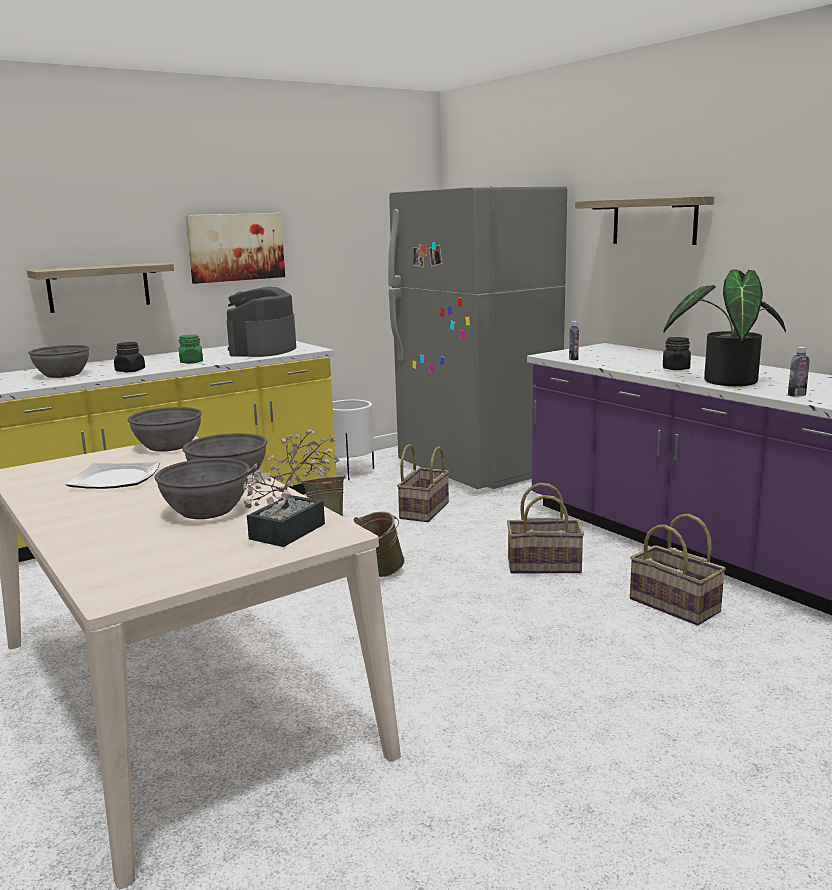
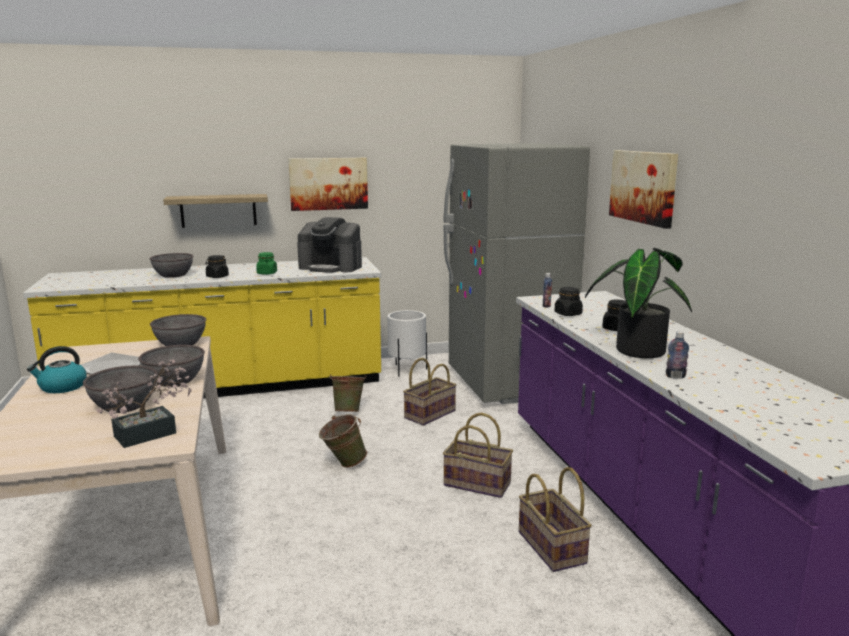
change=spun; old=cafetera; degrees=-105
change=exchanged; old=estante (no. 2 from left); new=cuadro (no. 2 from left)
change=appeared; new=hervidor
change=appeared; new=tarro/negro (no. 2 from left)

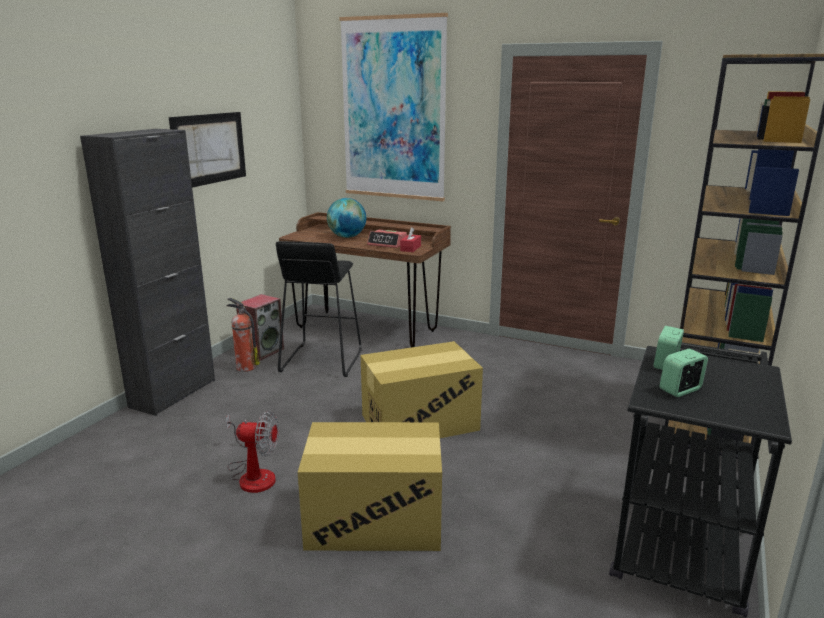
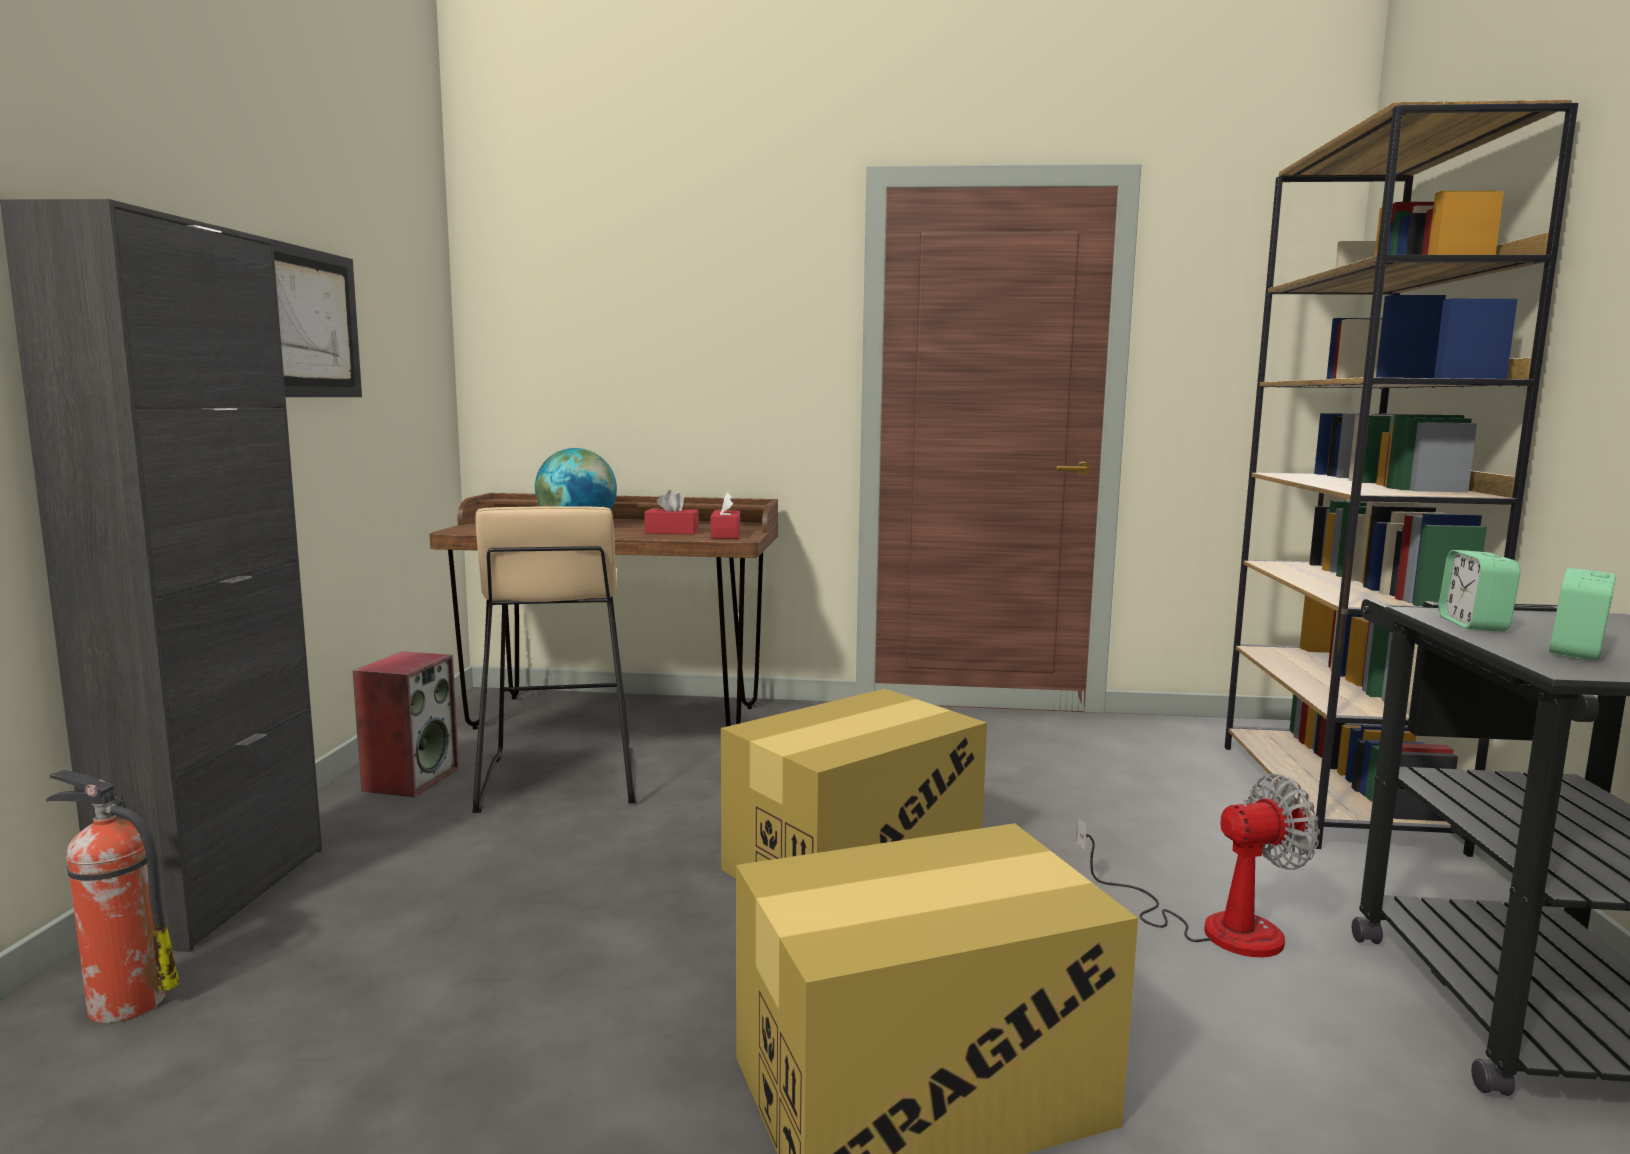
change=relocated; old=ventilador
change=relocated; old=extintor
change=colour; old=taburete/negro; new=taburete/beis
change=missing; old=cuadro (no. 2 from left)
change=exchanged; old=despertador (no. 1 from left); new=caja de pañuelos/rojo (no. 1 from left)

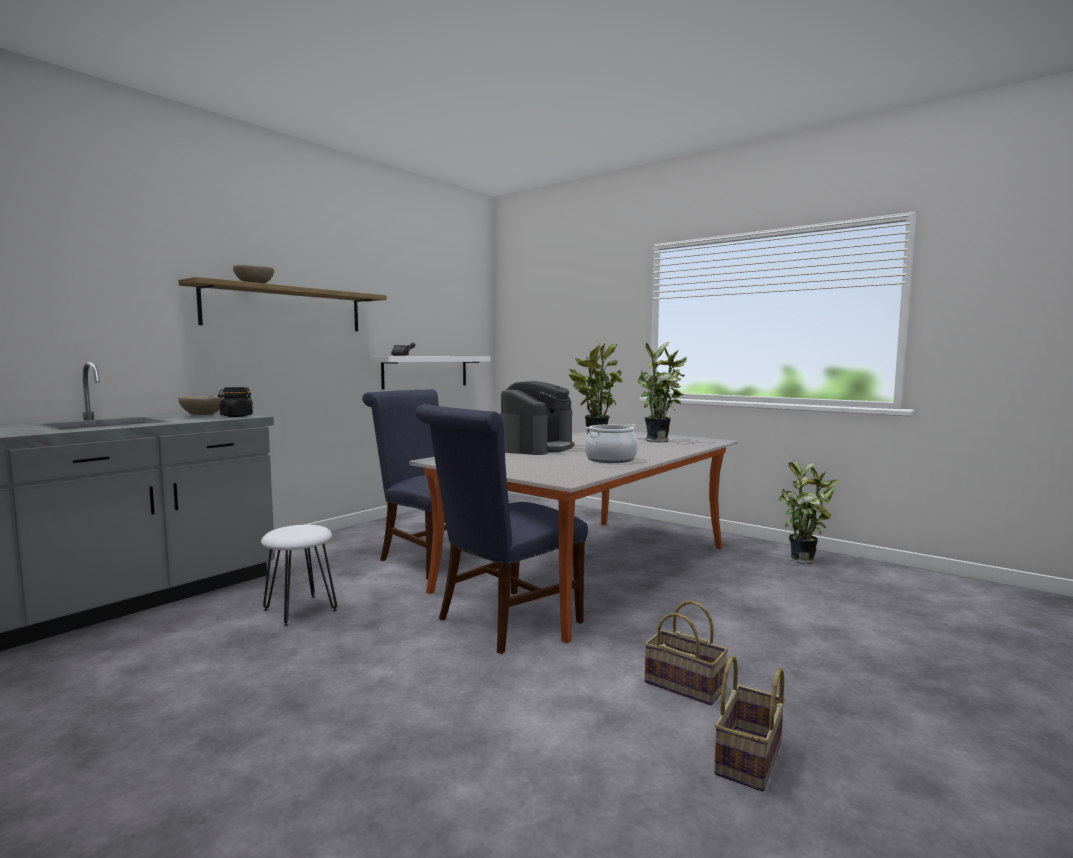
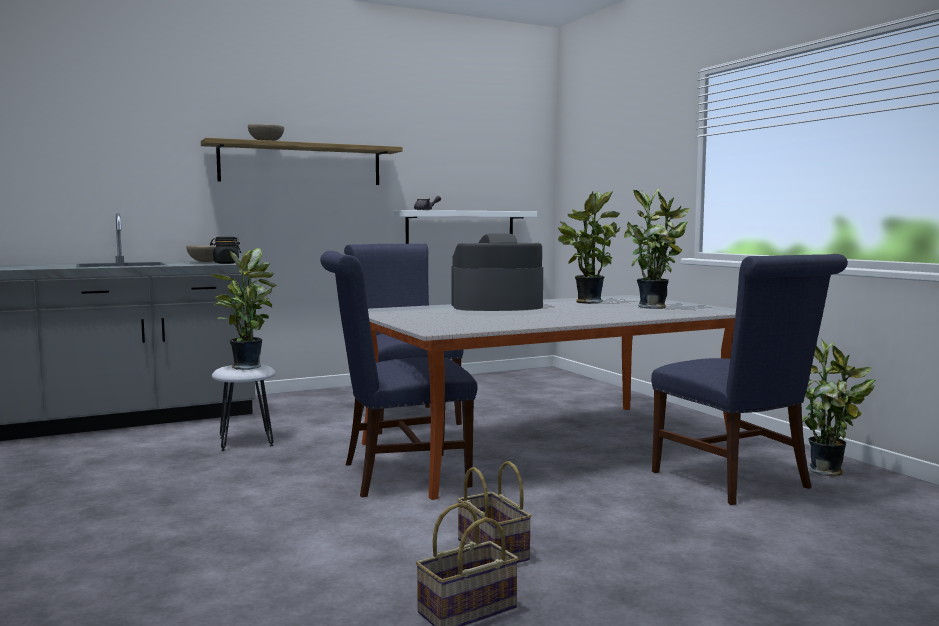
change=spun; old=cafetera; degrees=-150
change=missing; old=olla
change=appeared; new=planta en maceta (no. 1 from left)
change=appeared; new=silla/azul (no. 3 from left)

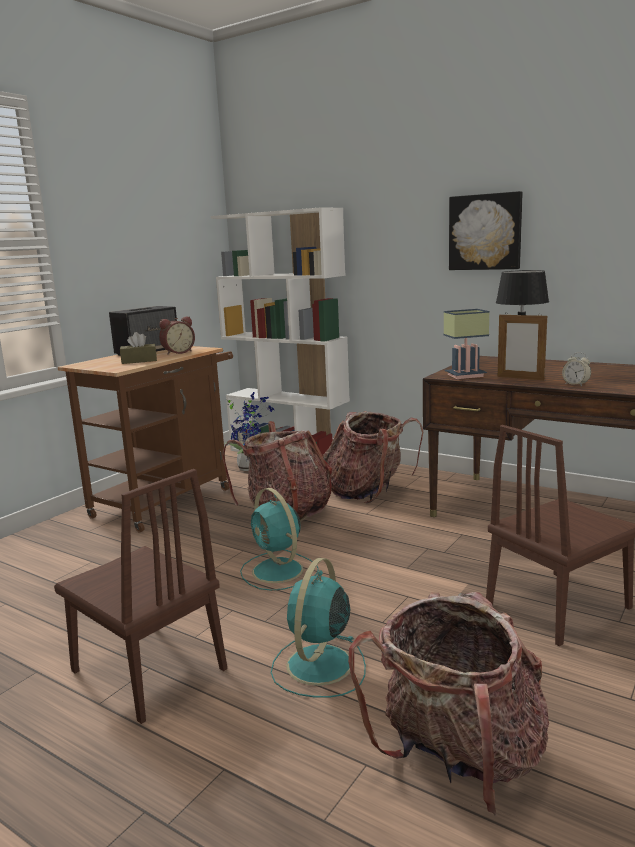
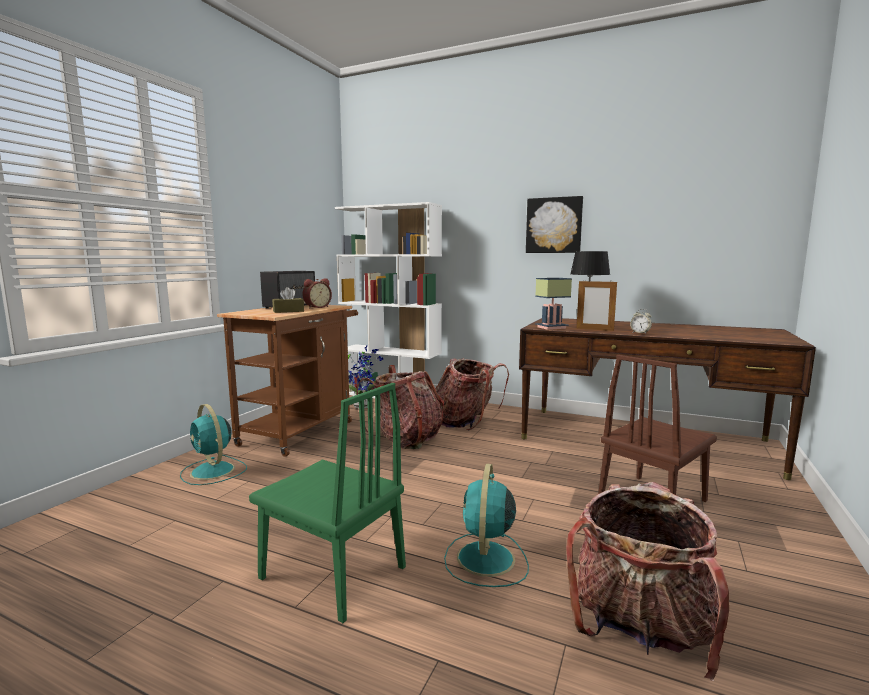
change=colour; old=silla/marrón (no. 1 from left); new=silla/verde
change=relocated; old=ventilador/turquesa (no. 1 from left)

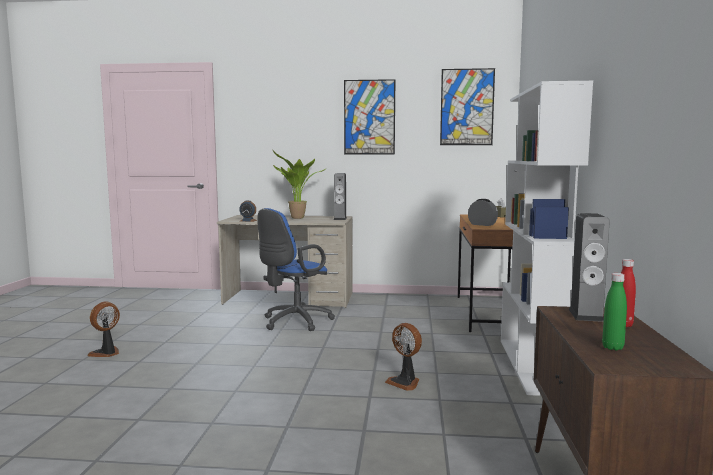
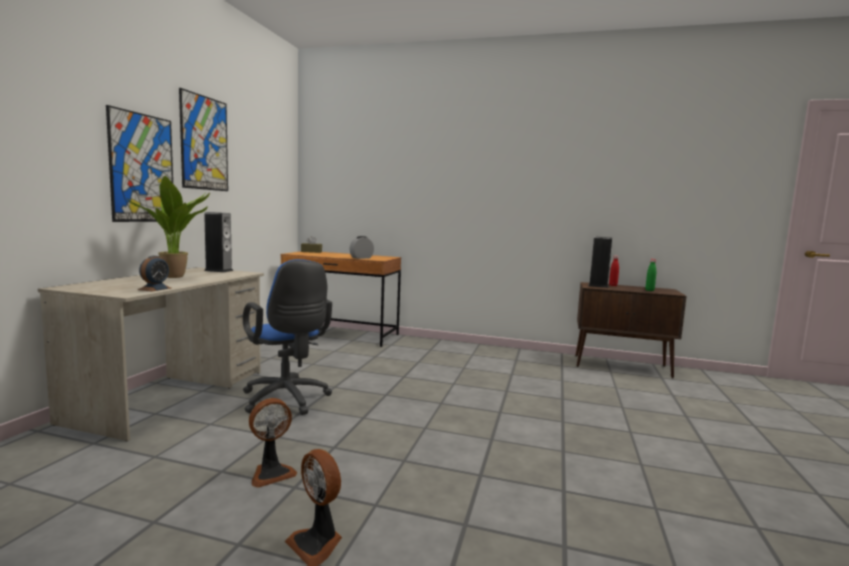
change=relocated; old=ventilador (no. 2 from left in the first image); new=ventilador (no. 1 from left)
change=relocated; old=cuadro (no. 2 from left in the first image); new=cuadro (no. 1 from left)
change=missing; old=estantería/blanco

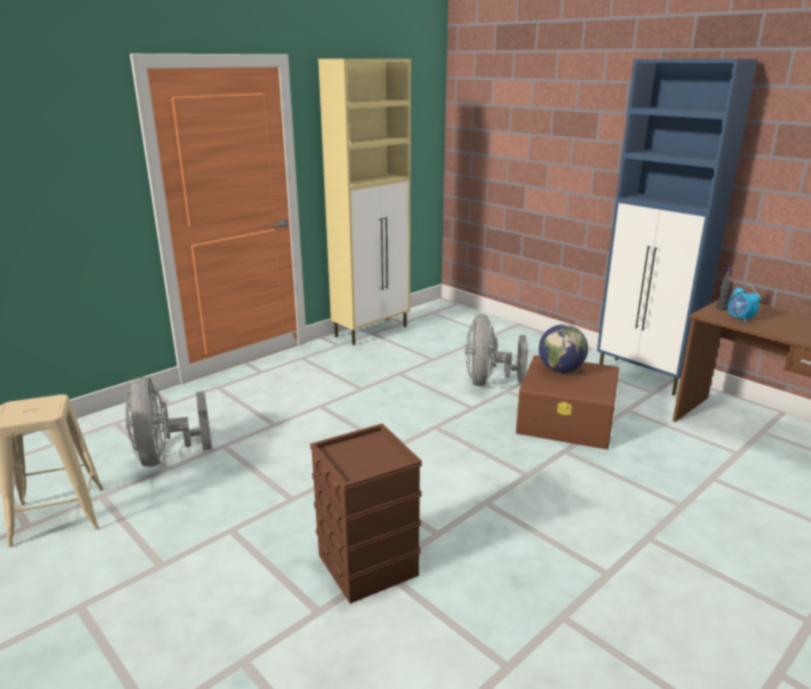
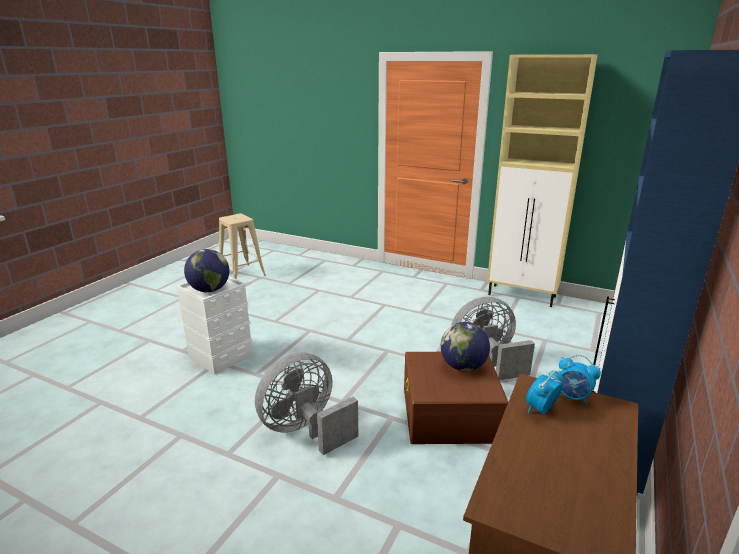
change=relocated; old=ventilador/gris (no. 1 from left)
change=colour; old=caja de almacenaje/marrón (no. 1 from left); new=caja de almacenaje/blanco
change=exchanged; old=botella/negro; new=despertador (no. 2 from left)
change=appeared; new=globo terráqueo (no. 1 from left)

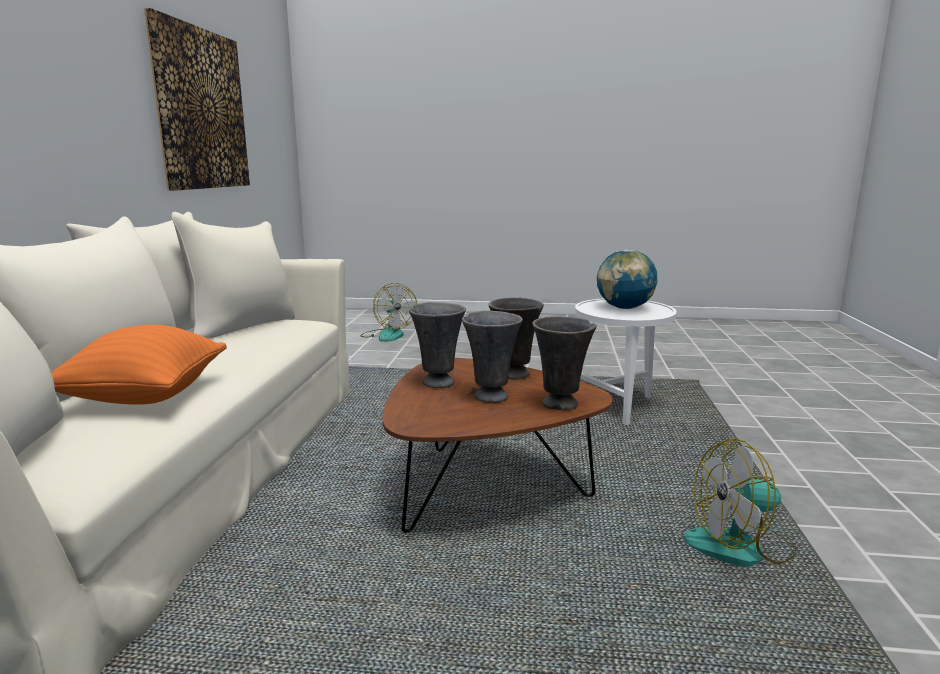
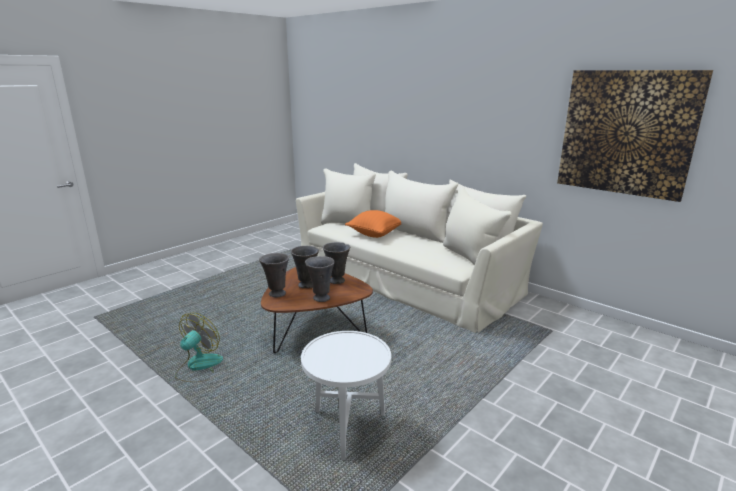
change=missing; old=ventilador (no. 1 from left)
change=missing; old=globo terráqueo

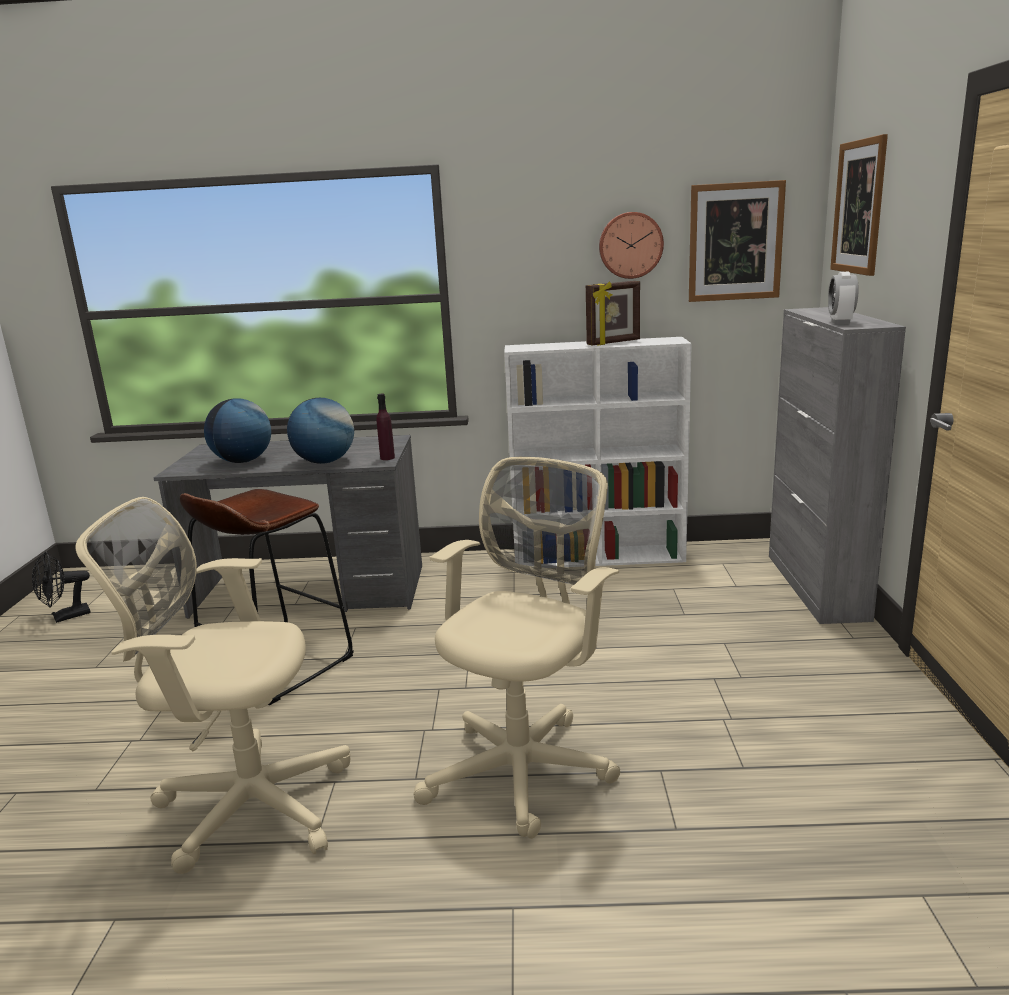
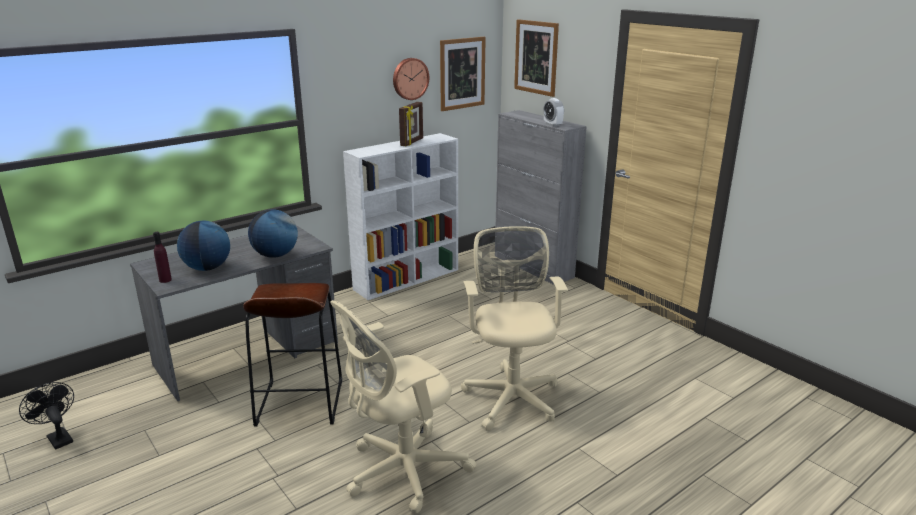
change=spun; old=ventilador/negro; degrees=120
change=relocated; old=botella/morado

